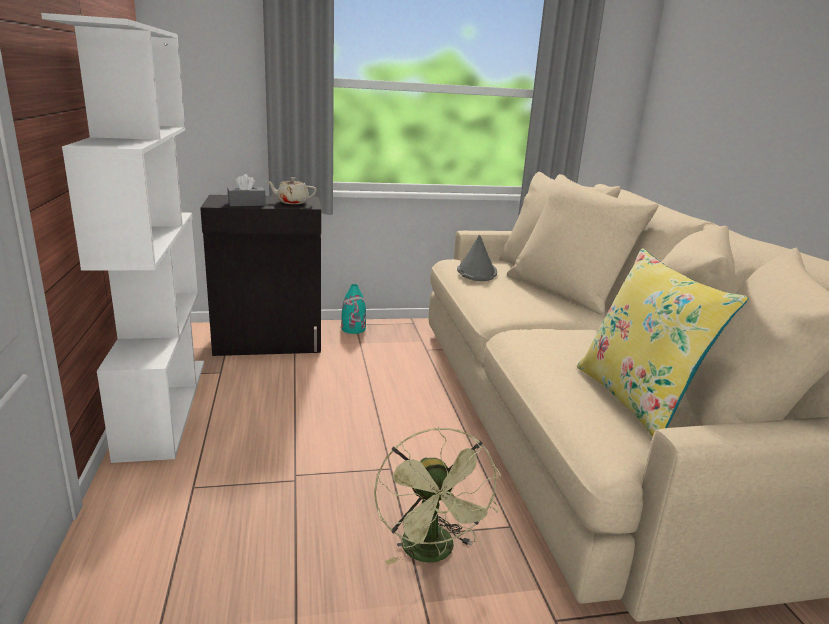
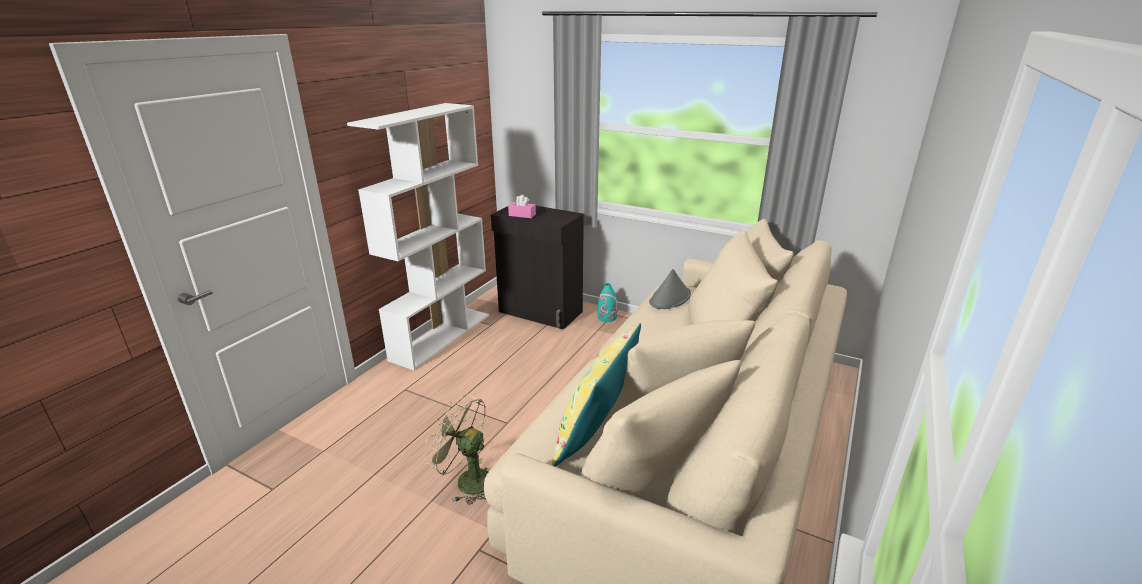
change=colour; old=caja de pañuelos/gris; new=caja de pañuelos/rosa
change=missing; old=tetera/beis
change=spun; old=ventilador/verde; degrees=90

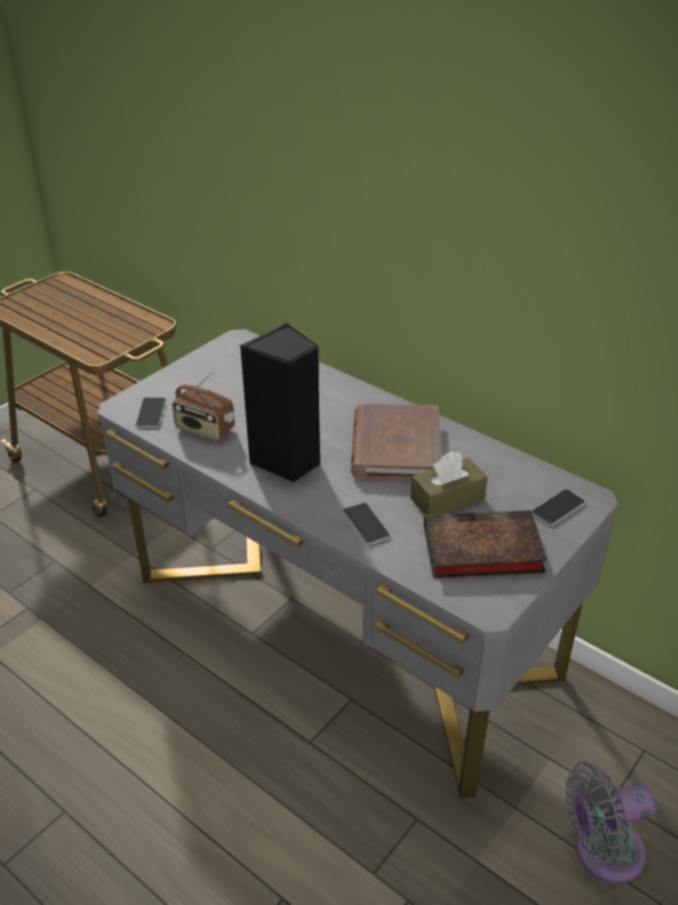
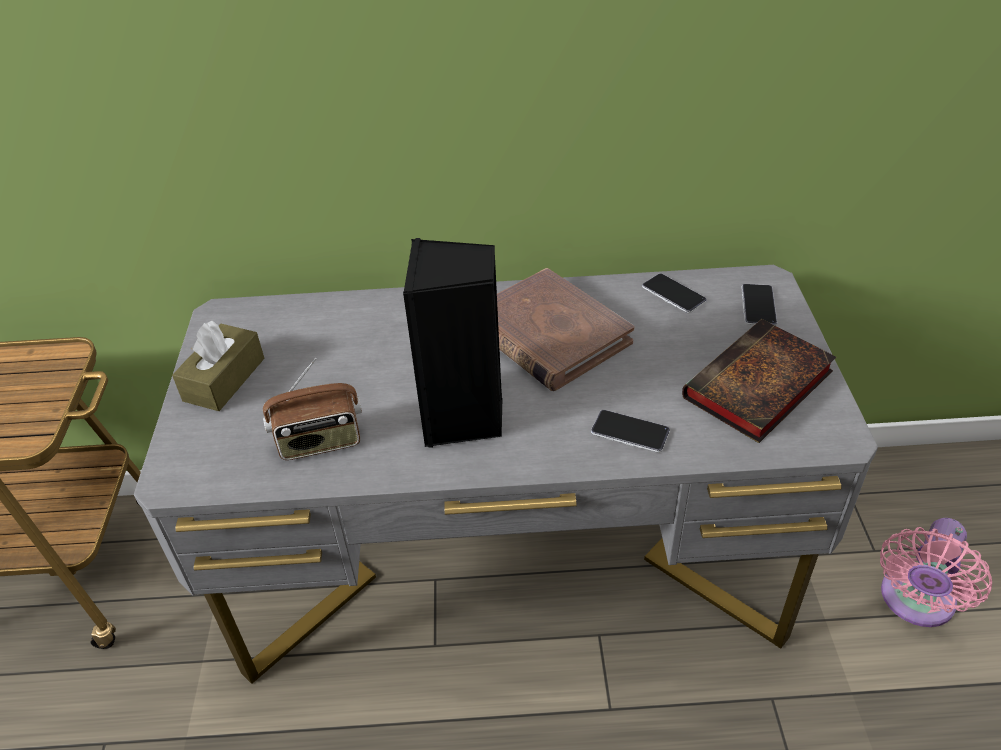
change=relocated; old=móvil (no. 1 from left in the first image); new=móvil (no. 2 from left)
change=relocated; old=caja de pañuelos/marrón
change=colour; old=ventilador/gris; new=ventilador/rosa

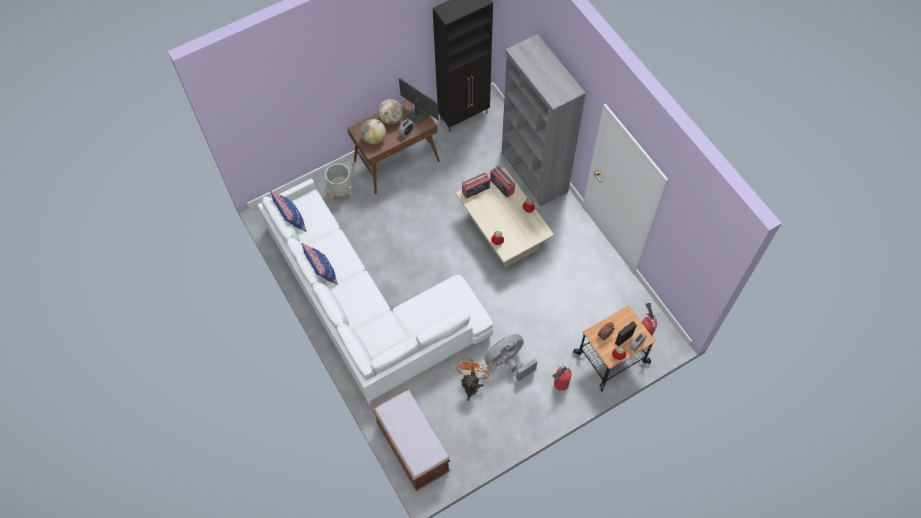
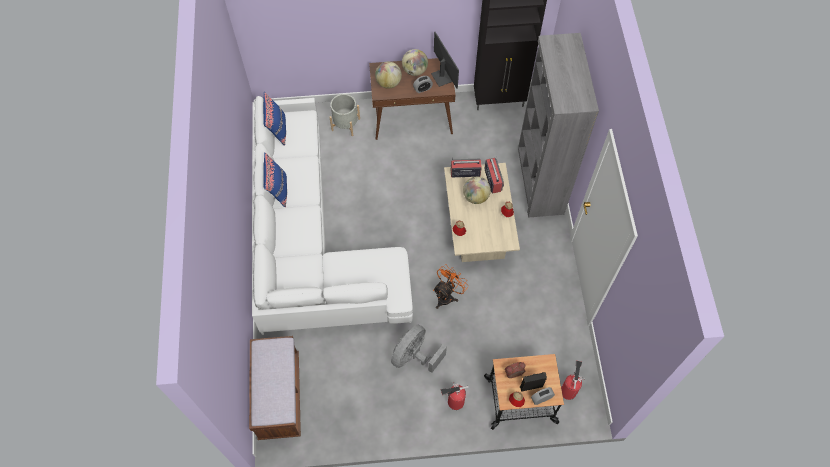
change=relocated; old=ventilador/naranja
change=spun; old=ventilador/gris; degrees=-45
change=appeared; new=globo terráqueo (no. 3 from left)

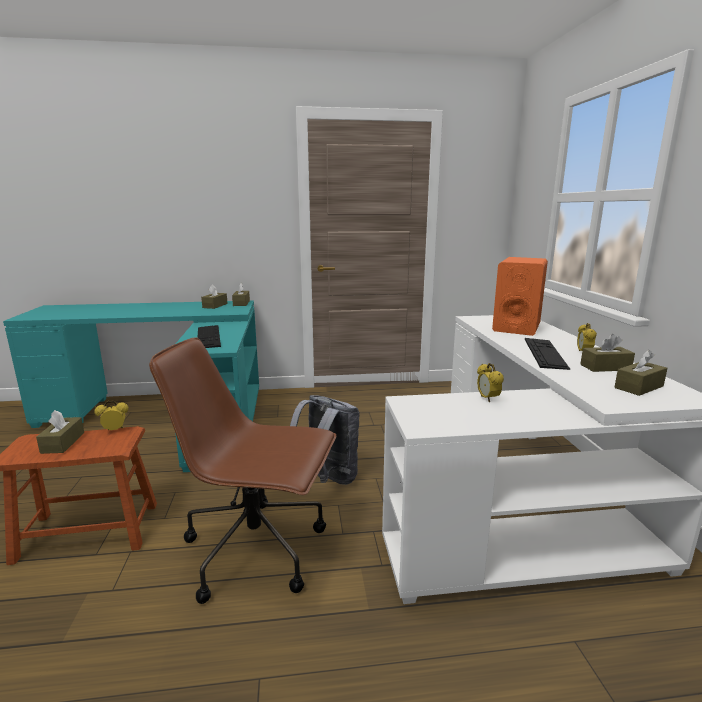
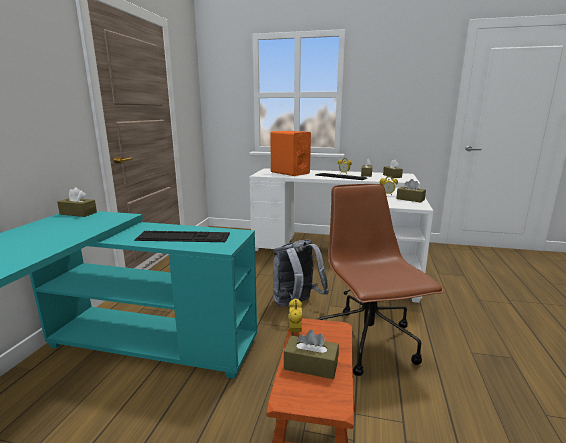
change=spun; old=silla de oficina/marrón; degrees=135
change=relocated; old=caja de pañuelos/marrón (no. 2 from left in the first image); new=caja de pañuelos/marrón (no. 5 from left)

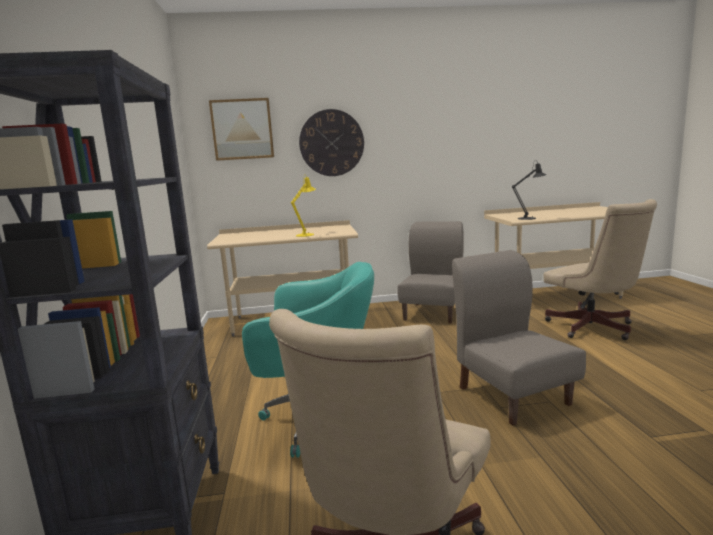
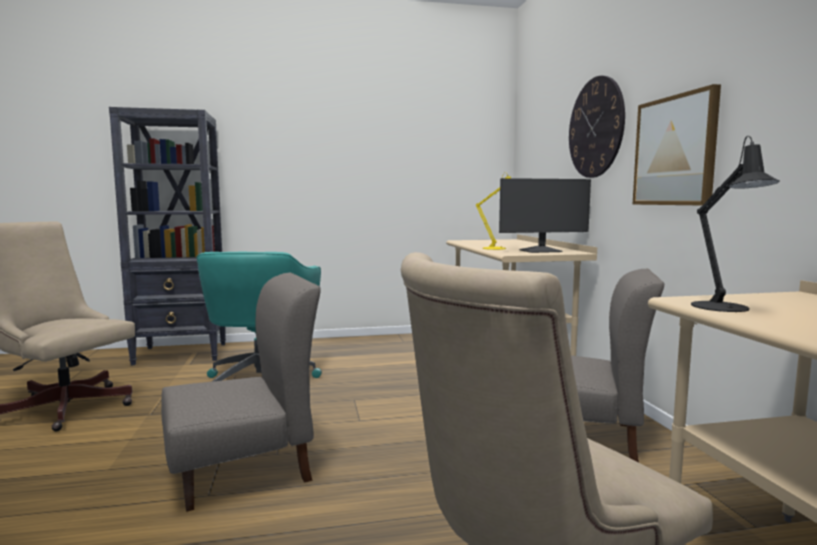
change=relocated; old=cuadro
change=appeared; new=monitor

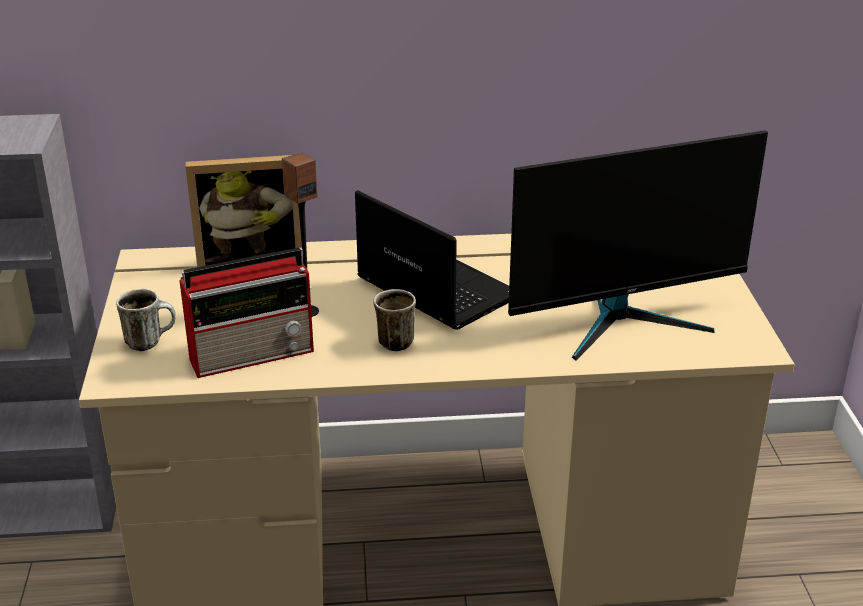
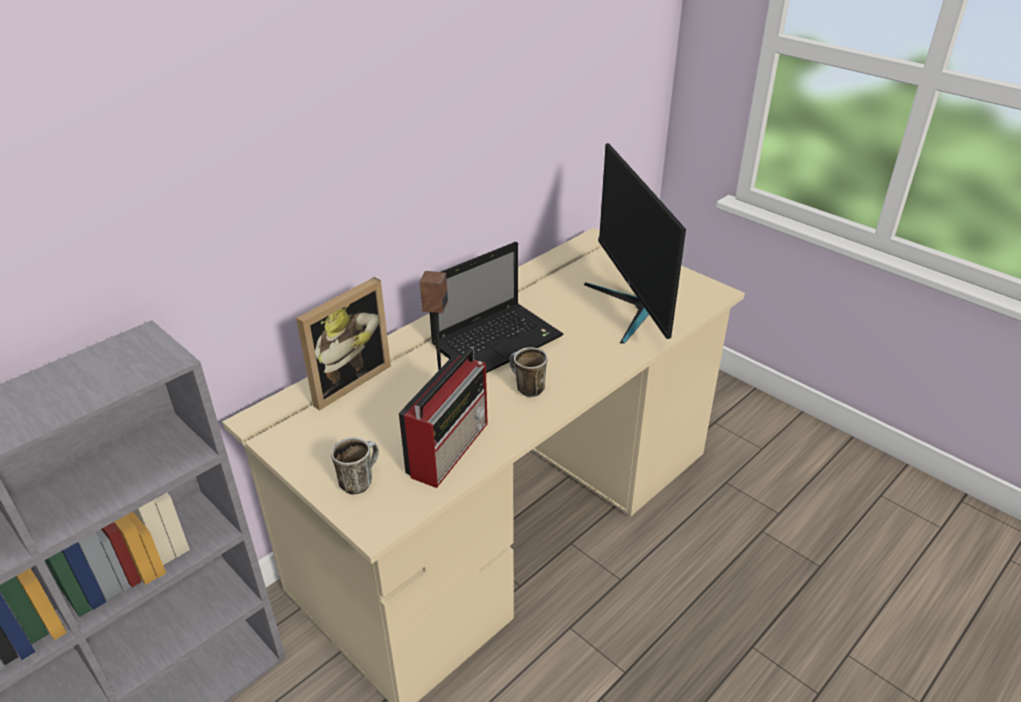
change=spun; old=portátil; degrees=135
change=spun; old=monitor; degrees=135

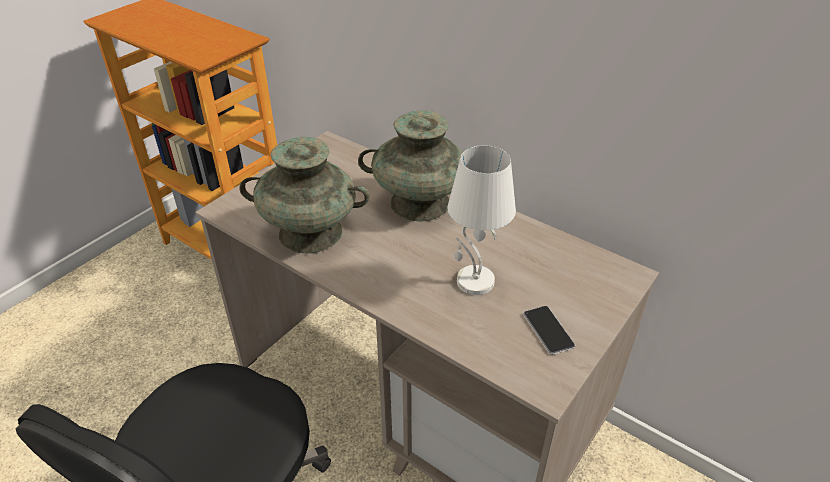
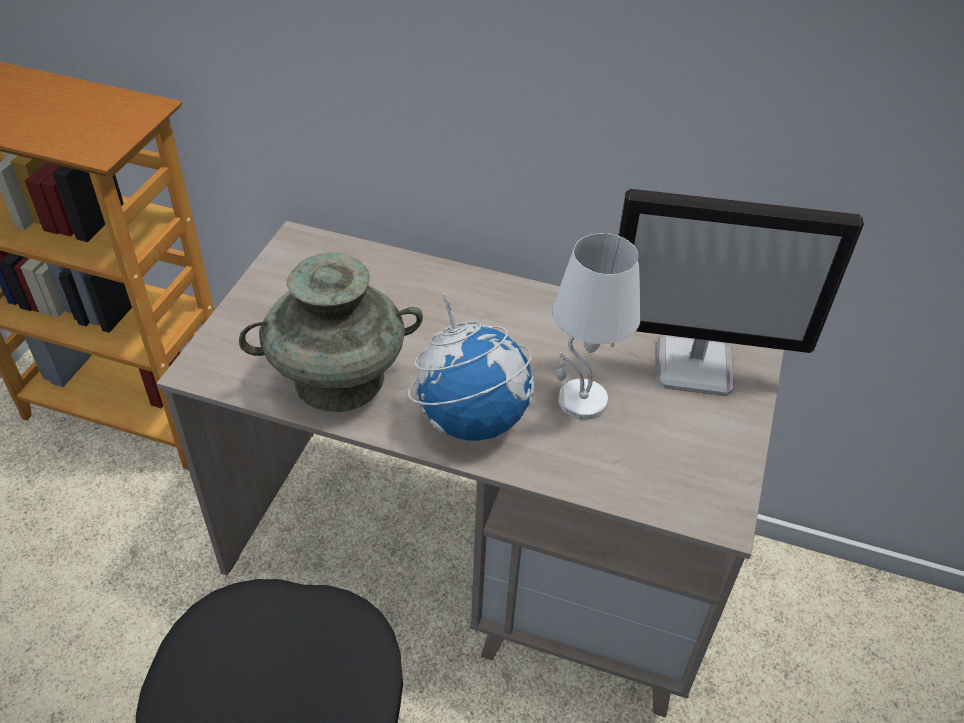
change=missing; old=florero/turquesa (no. 2 from left)
change=missing; old=móvil
change=appeared; new=globo terráqueo
change=appeared; new=monitor

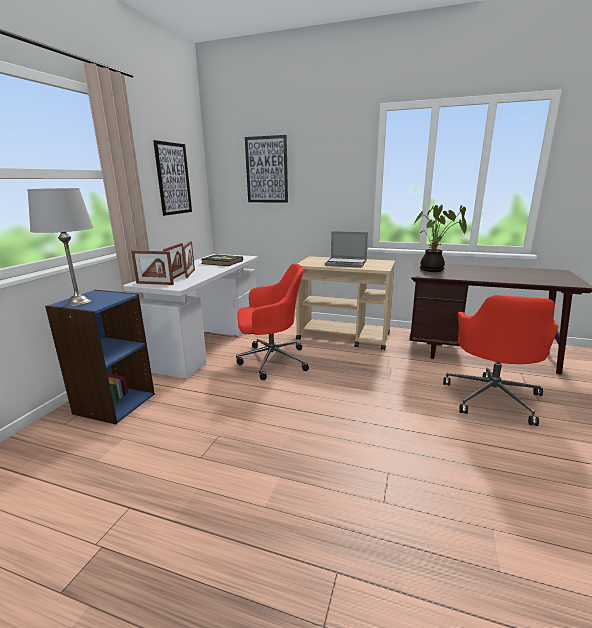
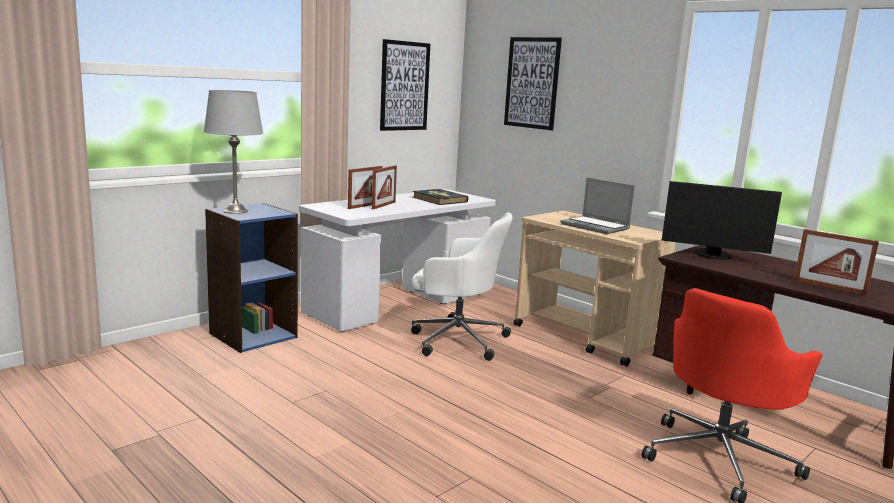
change=relocated; old=portarretratos (no. 1 from left in the first image); new=portarretratos (no. 3 from left)
change=colour; old=silla de oficina/rojo (no. 1 from left); new=silla de oficina/blanco
change=exchanged; old=planta en maceta; new=monitor

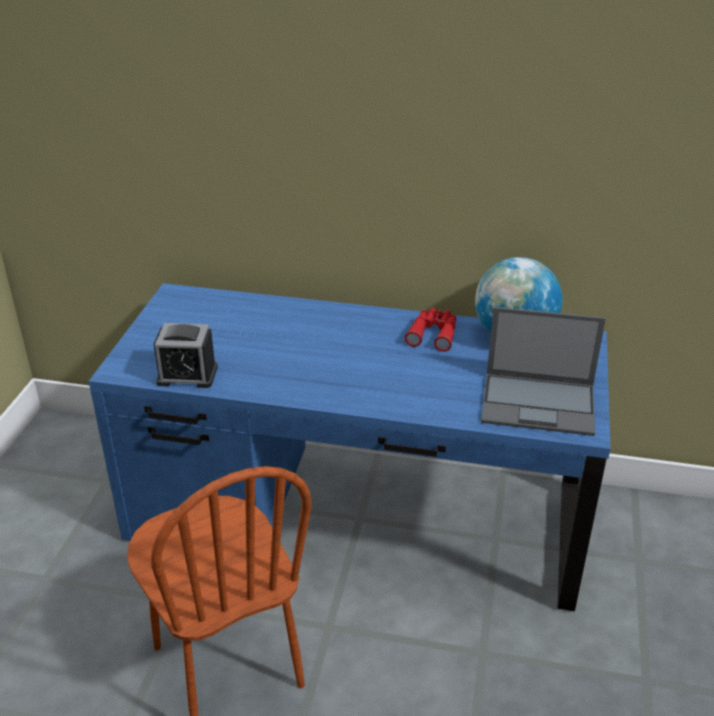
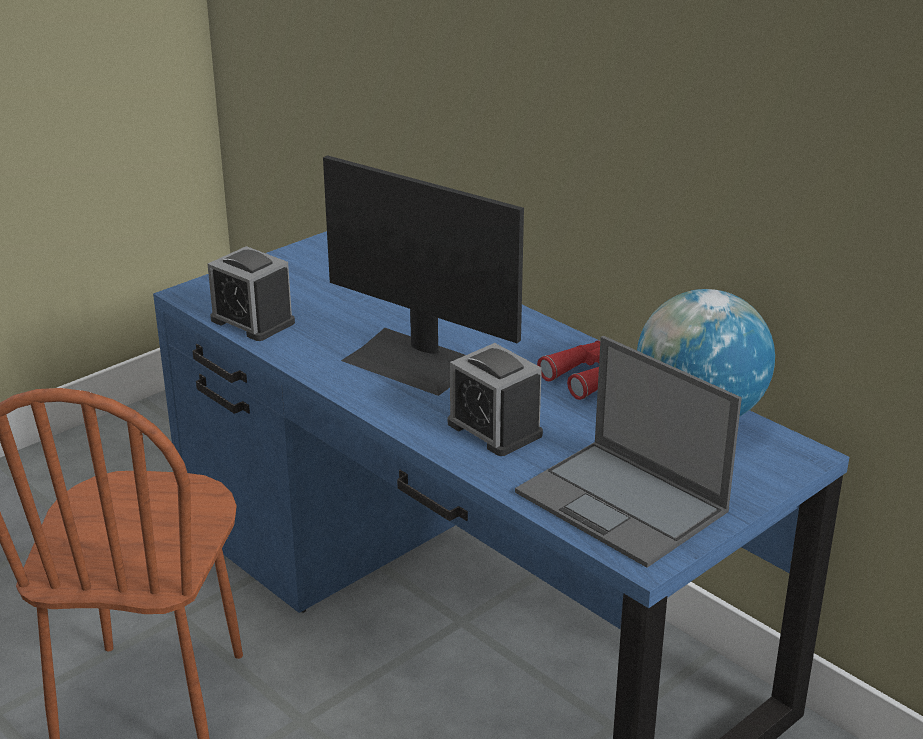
change=appeared; new=monitor
change=appeared; new=despertador (no. 2 from left)

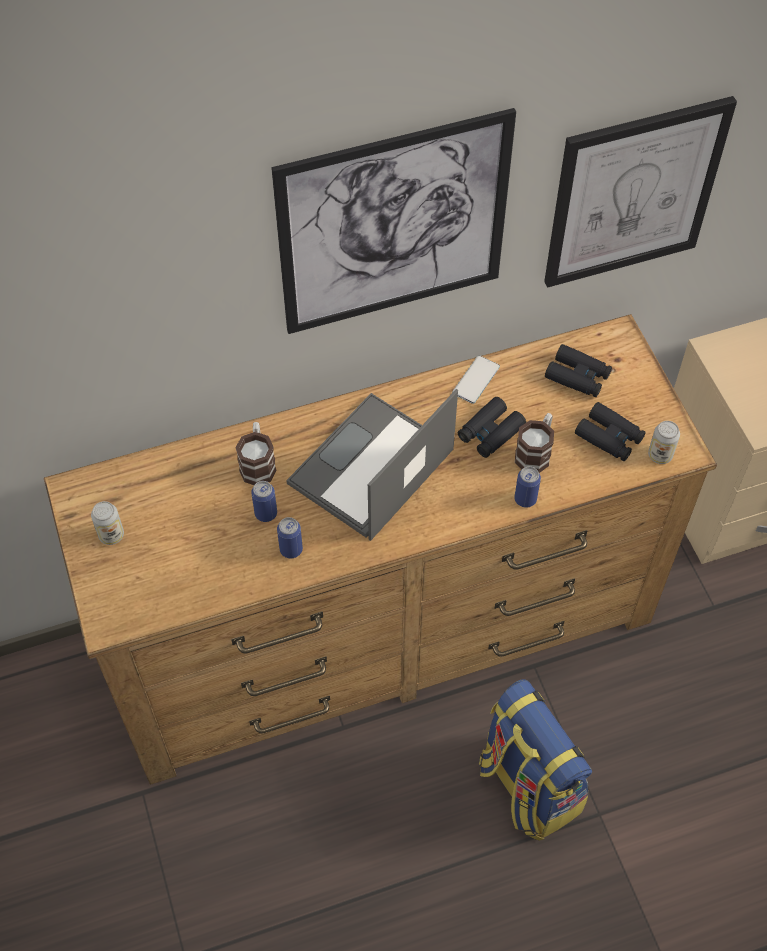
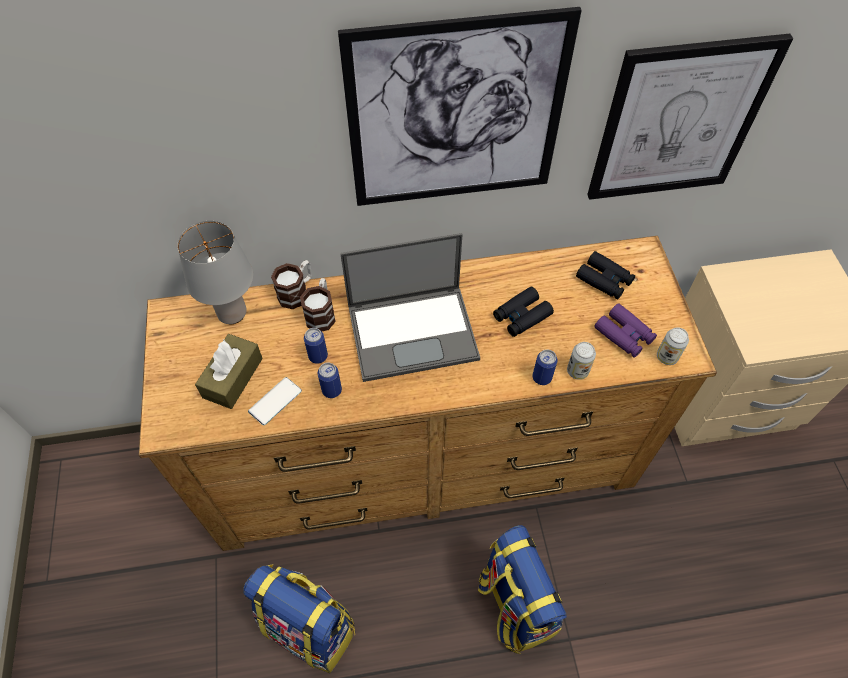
change=relocated; old=lata (no. 1 from left in the first image); new=lata (no. 4 from left)
change=spun; old=portátil; degrees=-150
change=relocated; old=móvil
change=relocated; old=taza grande (no. 2 from left in the first image); new=taza grande (no. 1 from left)
change=colour; old=prismáticos/negro (no. 3 from left); new=prismáticos/morado
change=appeared; new=lámpara de mesa/gris
change=appeared; new=caja de pañuelos/marrón
change=appeared; new=mochila (no. 1 from left)

